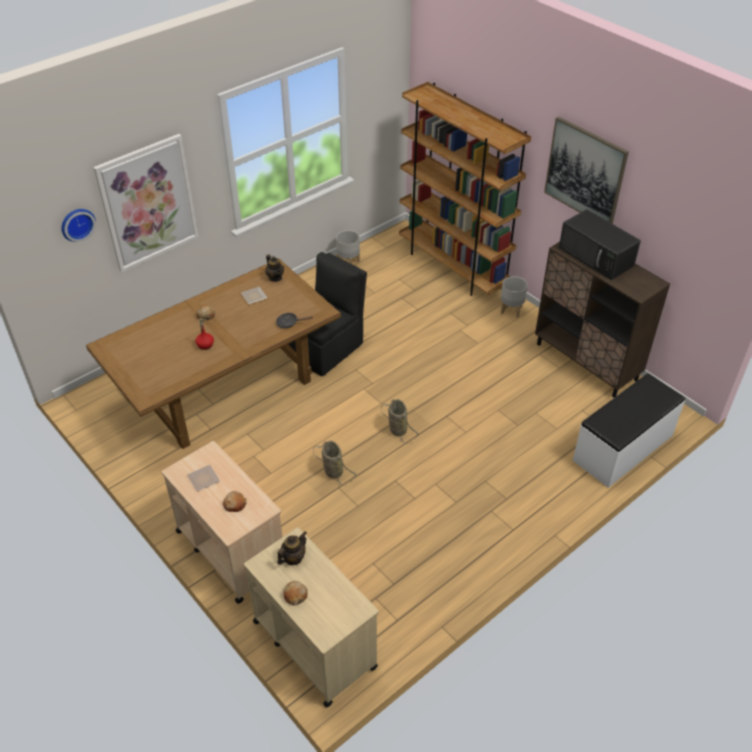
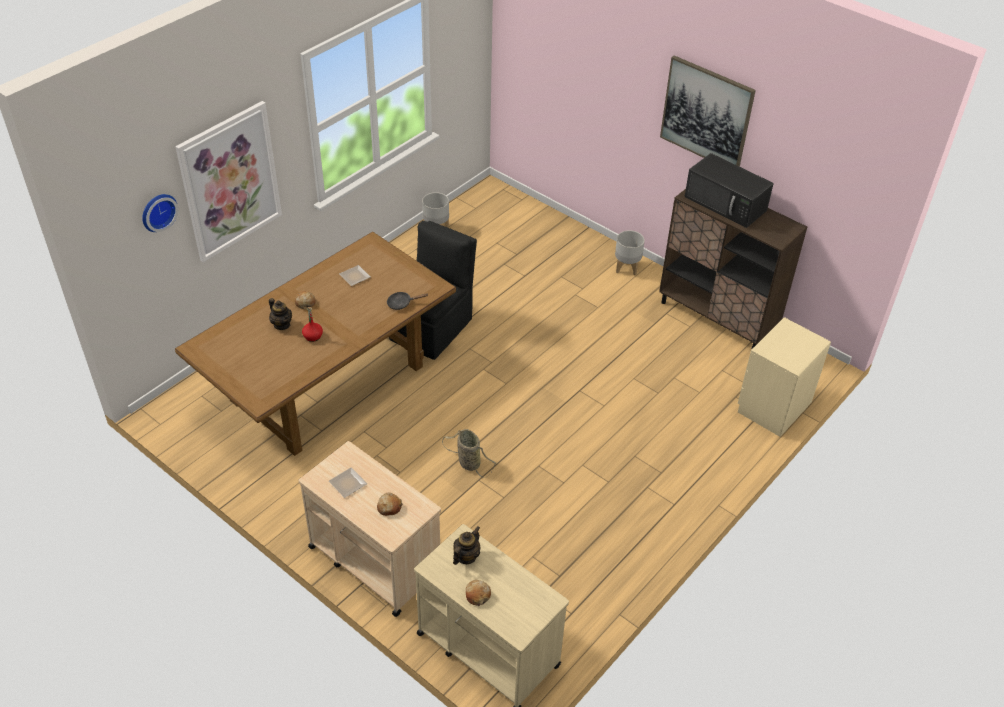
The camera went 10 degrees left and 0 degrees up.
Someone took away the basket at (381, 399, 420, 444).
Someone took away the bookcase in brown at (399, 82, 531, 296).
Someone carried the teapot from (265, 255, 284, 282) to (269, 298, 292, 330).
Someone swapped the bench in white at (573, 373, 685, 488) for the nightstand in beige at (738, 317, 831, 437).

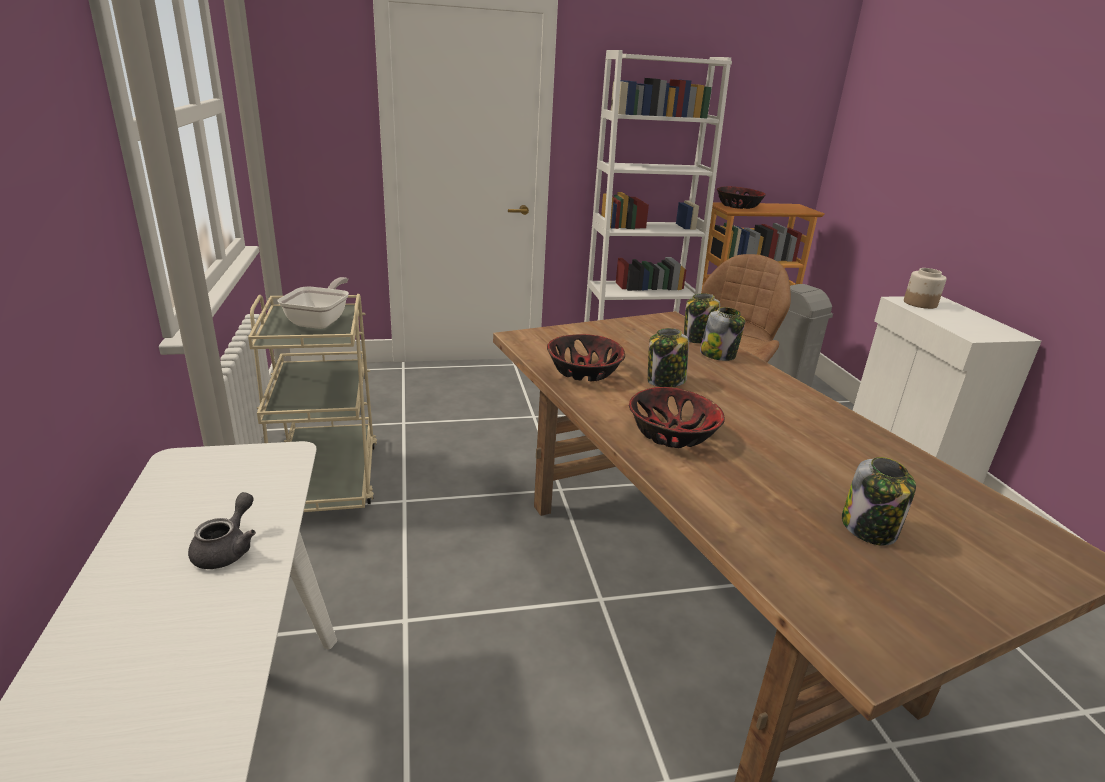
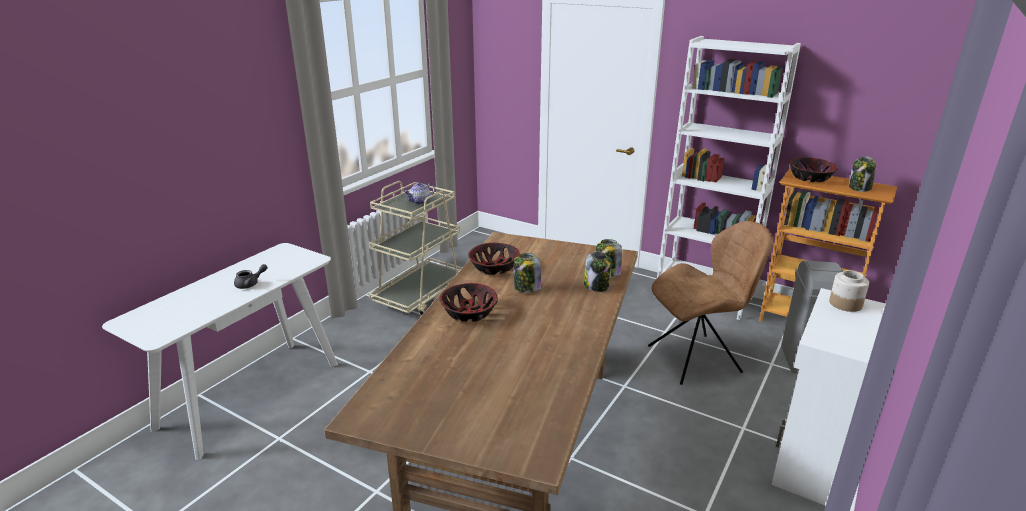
The camera went 45 degrees right and 0 degrees up.
Someone carried the jar from (842, 457, 916, 546) to (849, 156, 876, 192).
Someone swapped the frying pan at (278, 277, 349, 329) for the teapot at (404, 182, 435, 204).

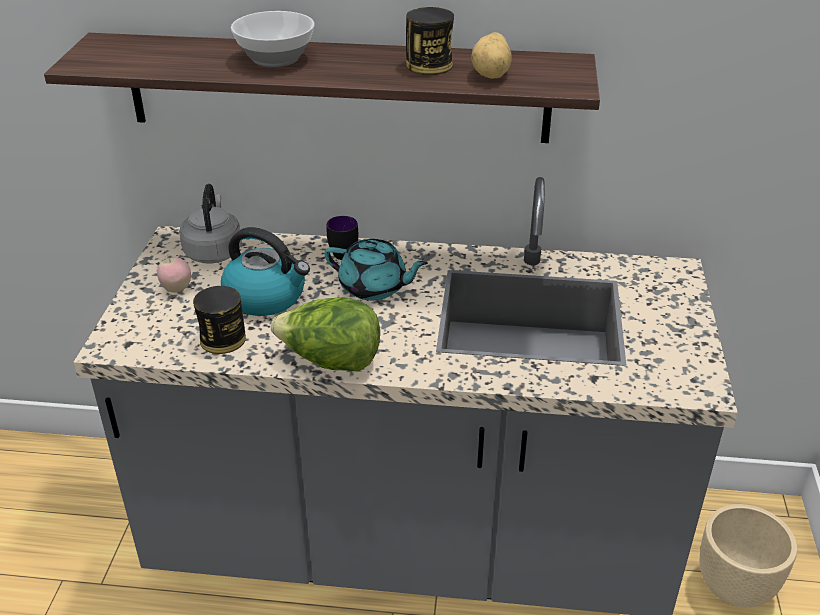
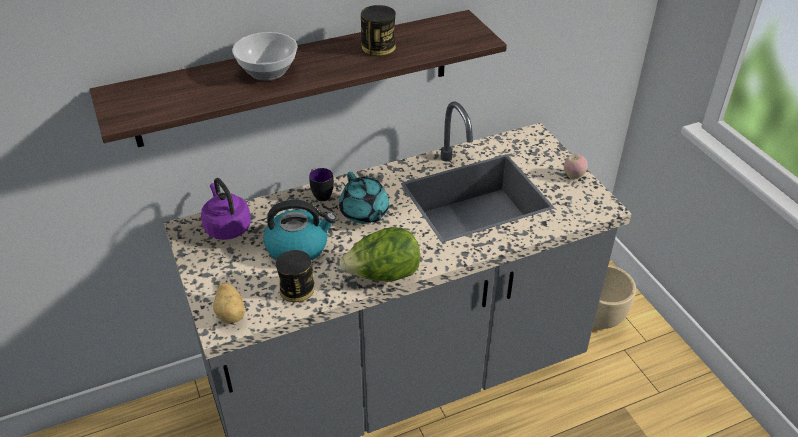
The camera went 30 degrees left and 5 degrees up.
Someone carried the apple from (157, 257, 191, 293) to (564, 154, 588, 179).
Someone carried the potato from (471, 32, 512, 79) to (213, 283, 245, 323).
Someone repainted the kettle in grey at (180, 184, 242, 264), which became the kettle in purple at (201, 178, 251, 240).
Someone rotated the teapot in turquoise at (324, 239, 428, 300) by 75 degrees clockwise.

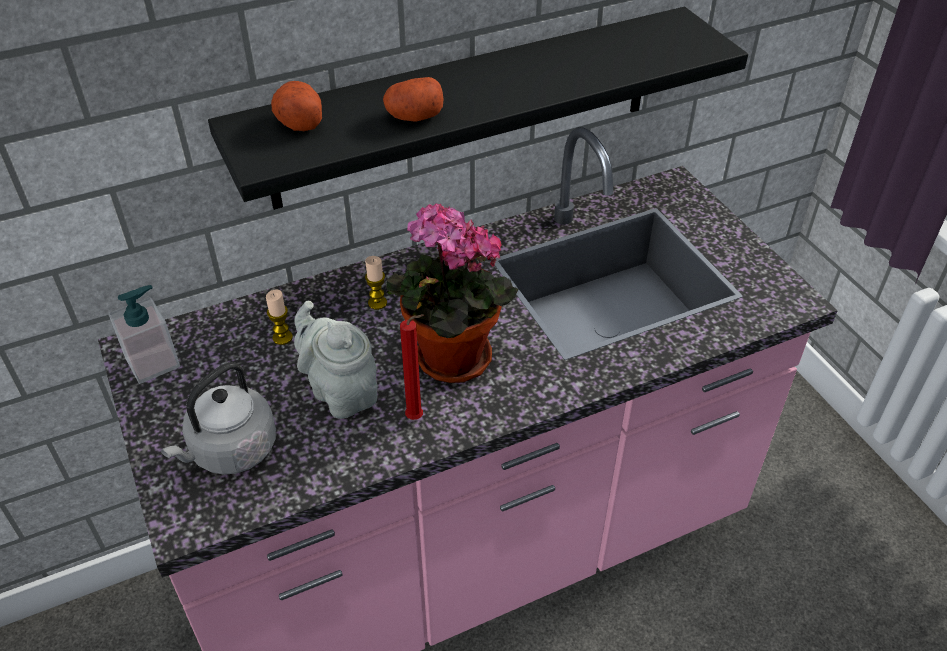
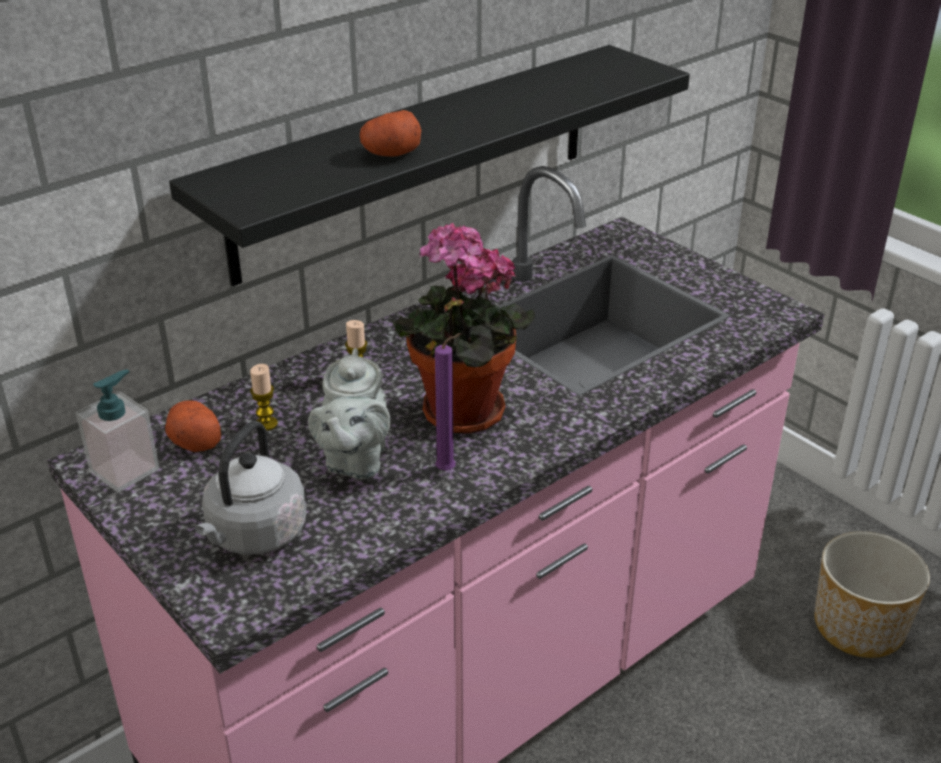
The camera went 15 degrees left and 10 degrees down.
Someone put down the planter at (815, 531, 930, 658).
Someone carried the potato from (271, 81, 322, 131) to (165, 400, 221, 452).
Someone repainted the candle in red at (400, 314, 424, 420), which became the candle in purple at (435, 333, 462, 471).
Someone rotated the teapot in grey at (294, 301, 378, 419) by 120 degrees counterclockwise.

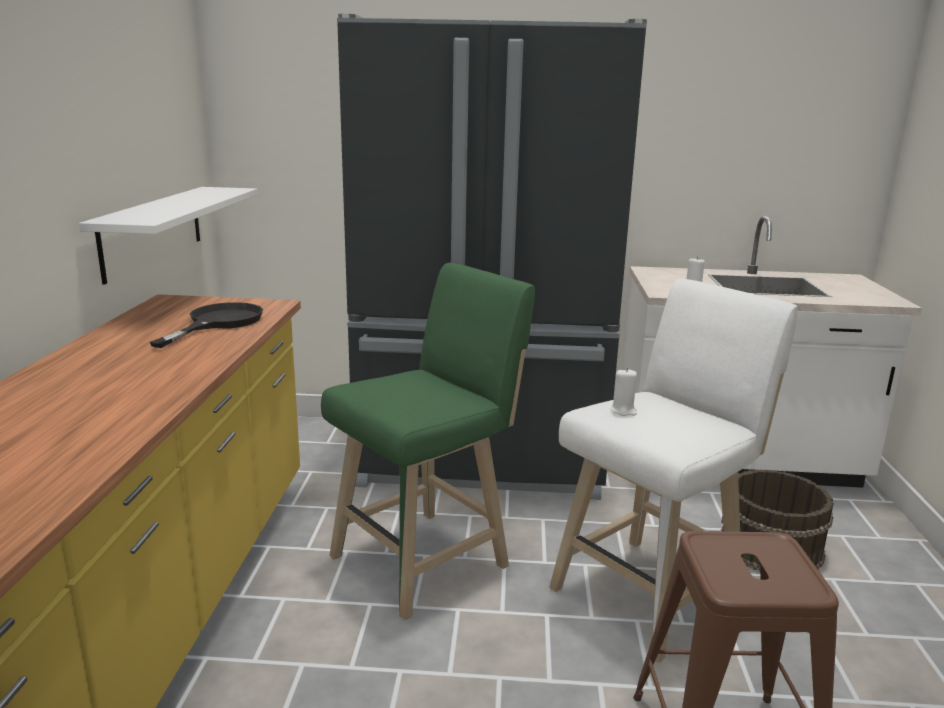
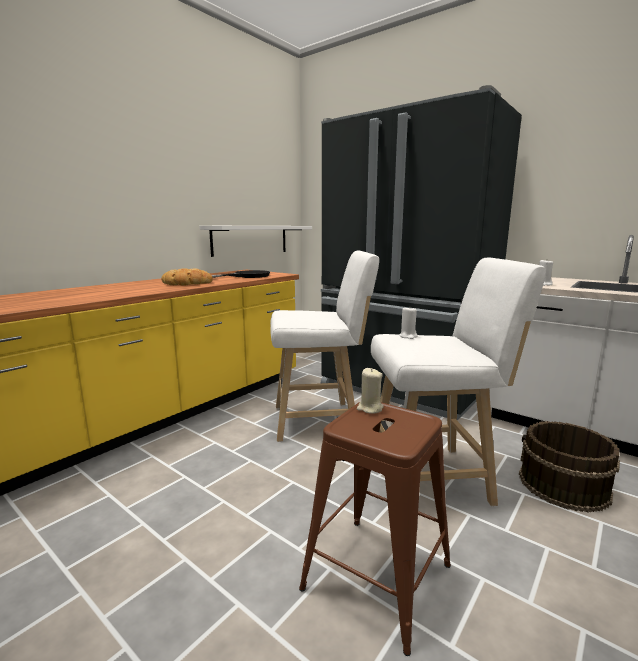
The camera went 35 degrees right and 5 degrees down.
Someone put down the bread at (161, 268, 213, 285).
Someone put down the candle in beige at (357, 368, 384, 414).
Someone repainted the stool in green at (321, 263, 535, 620), which became the stool in white at (270, 250, 379, 442).

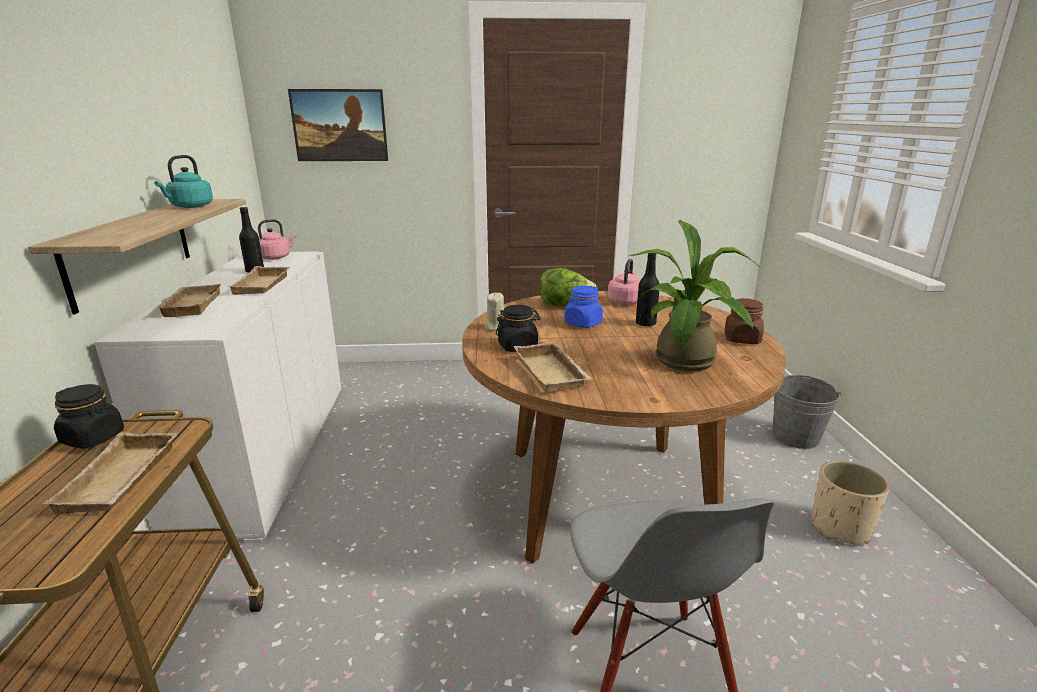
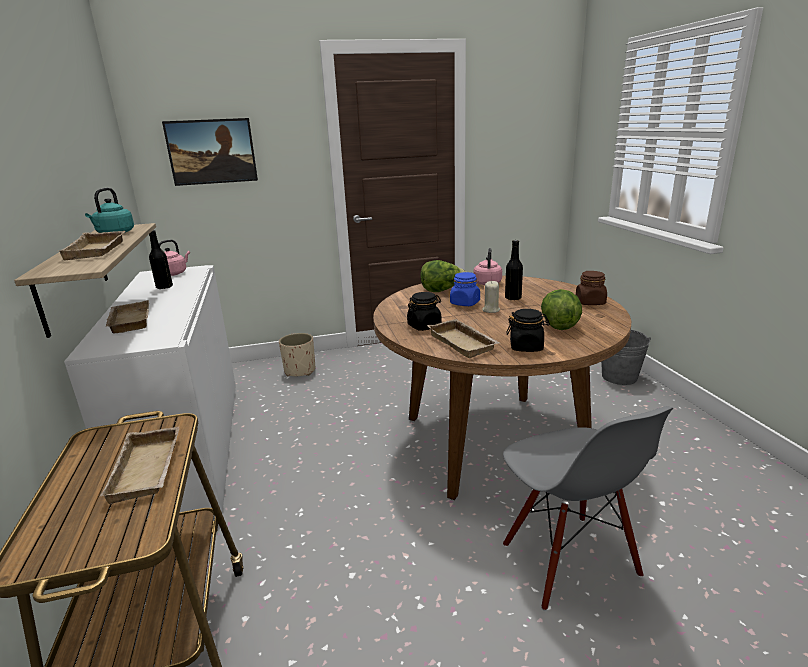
The camera went 10 degrees left and 0 degrees up.
Someone carried the jar in black from (54, 384, 124, 449) to (506, 309, 550, 352).
Someone carried the tray in beige from (228, 266, 290, 295) to (59, 231, 125, 261).
Someone carried the candle in beige from (485, 292, 504, 331) to (482, 281, 500, 313).
Someone carried the planter in beige from (811, 460, 890, 544) to (279, 333, 315, 376).
Someone swapped the potted plant at (629, 220, 760, 371) for the lettuce at (541, 289, 582, 330).

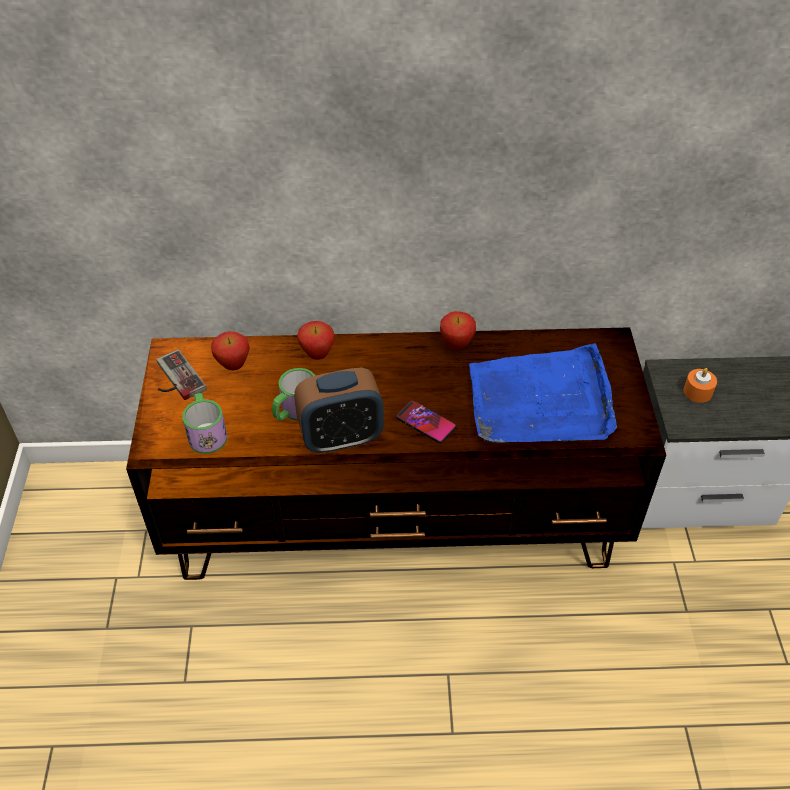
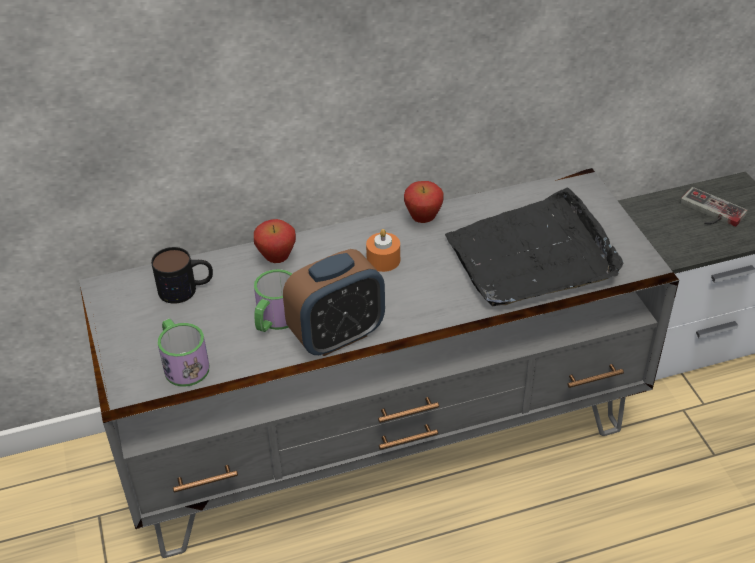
The camera went 15 degrees left and 5 degrees down.
Someone took away the phone at (396, 400, 456, 443).
Someone carried the game controller from (157, 349, 207, 400) to (680, 187, 748, 227).
Someone carried the candle in orange from (683, 368, 717, 403) to (366, 229, 400, 272).
Someone swapped the apple at (211, 331, 250, 370) for the mug at (151, 247, 213, 304).
Someone repainted the tv stand in brown at (126, 327, 666, 580), which became the tv stand in grey at (79, 168, 679, 558).
Someone repainted the tray in blue at (469, 343, 617, 443), which became the tray in black at (445, 188, 624, 307).

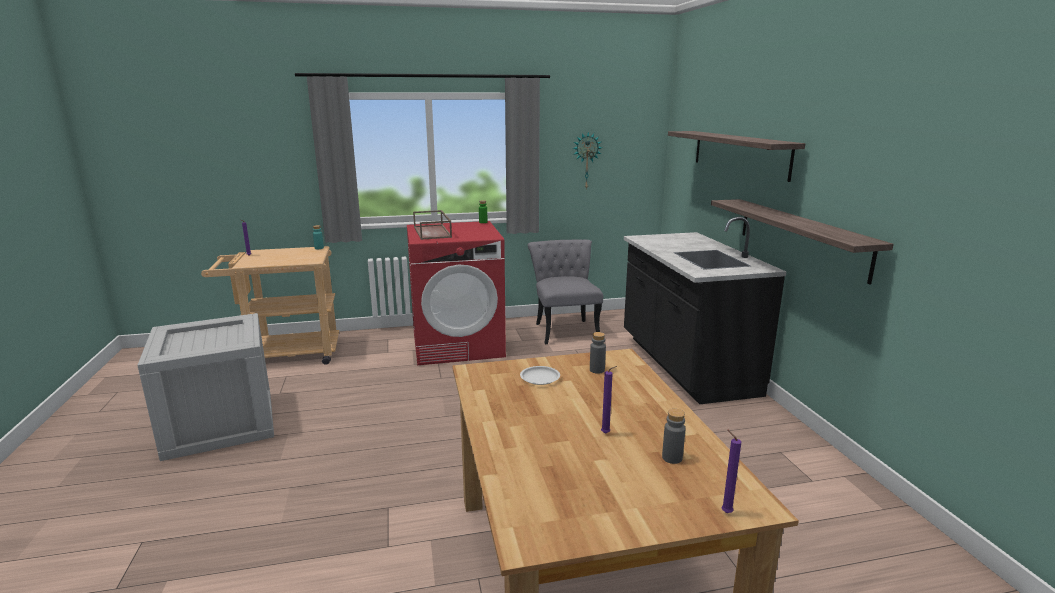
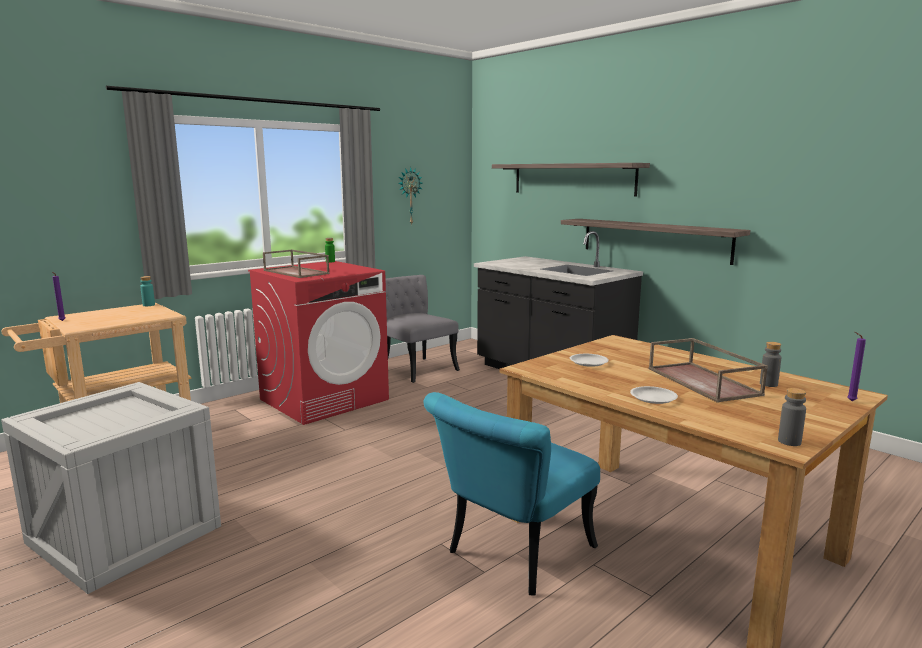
The camera went 30 degrees left and 5 degrees down.
Someone put down the chair in turquoise at (424, 392, 600, 595).
Someone put down the plate in white at (630, 386, 678, 404).
Someone carried the bottle in grey from (590, 332, 606, 374) to (778, 388, 806, 446).
Someone swapped the candle in purple at (601, 366, 617, 434) for the tray in brown at (649, 338, 768, 403).

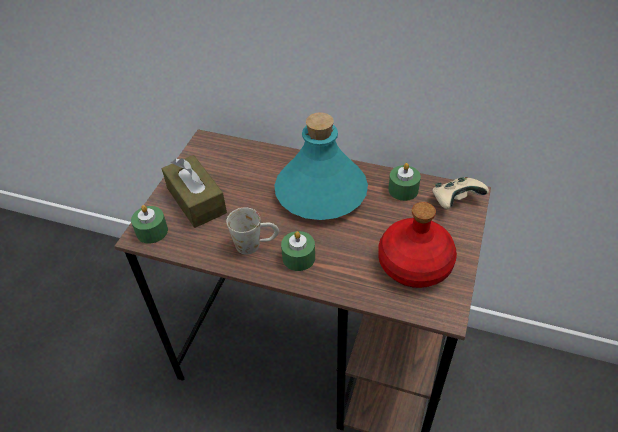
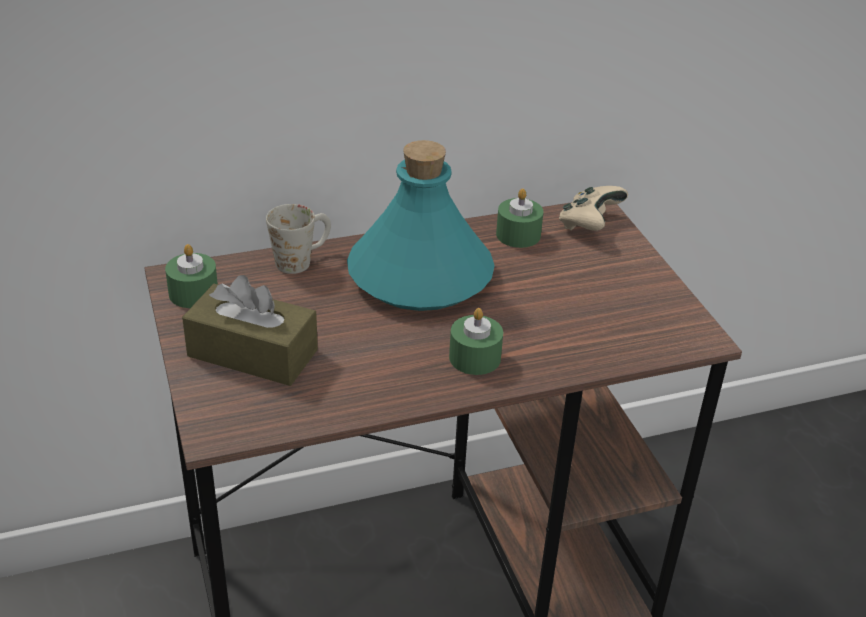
The camera went 40 degrees left and 10 degrees down.
Someone took away the bottle in red at (378, 202, 457, 288).
Someone carried the candle in green from (131, 205, 168, 244) to (165, 244, 218, 308).
Someone carried the mug in white from (226, 207, 279, 255) to (266, 204, 331, 274).

